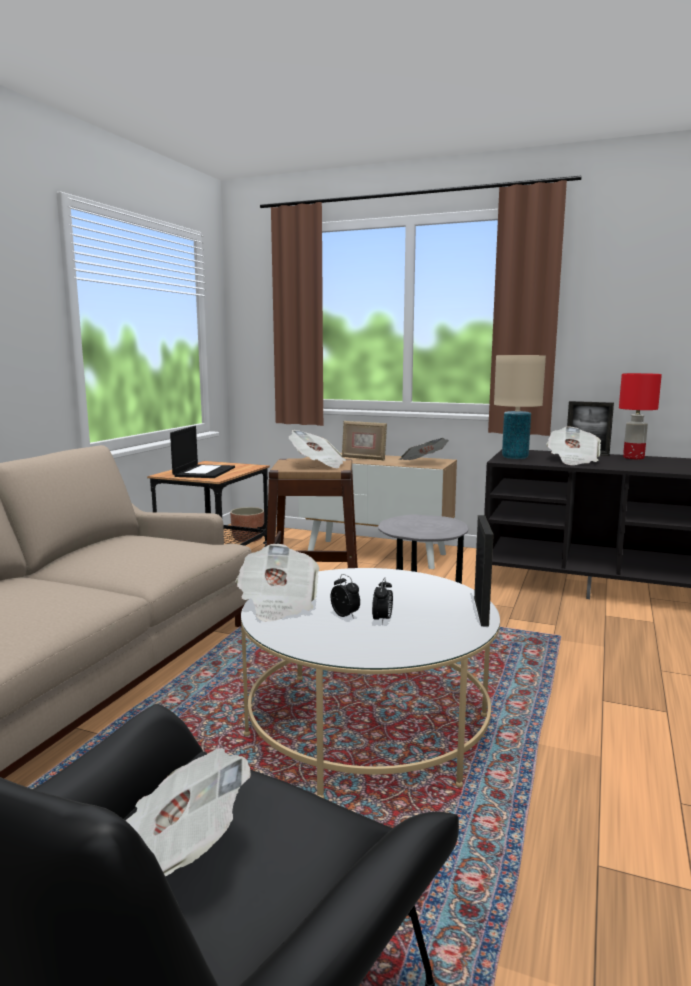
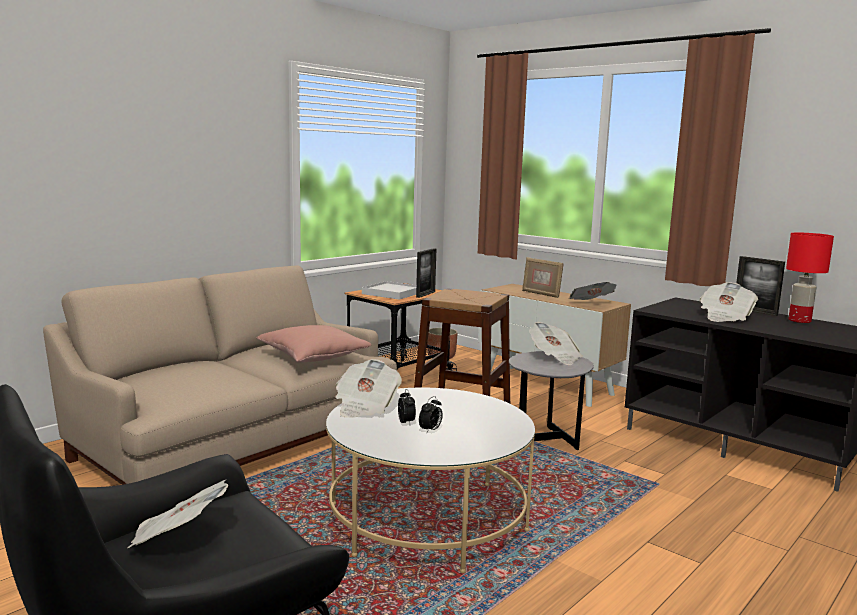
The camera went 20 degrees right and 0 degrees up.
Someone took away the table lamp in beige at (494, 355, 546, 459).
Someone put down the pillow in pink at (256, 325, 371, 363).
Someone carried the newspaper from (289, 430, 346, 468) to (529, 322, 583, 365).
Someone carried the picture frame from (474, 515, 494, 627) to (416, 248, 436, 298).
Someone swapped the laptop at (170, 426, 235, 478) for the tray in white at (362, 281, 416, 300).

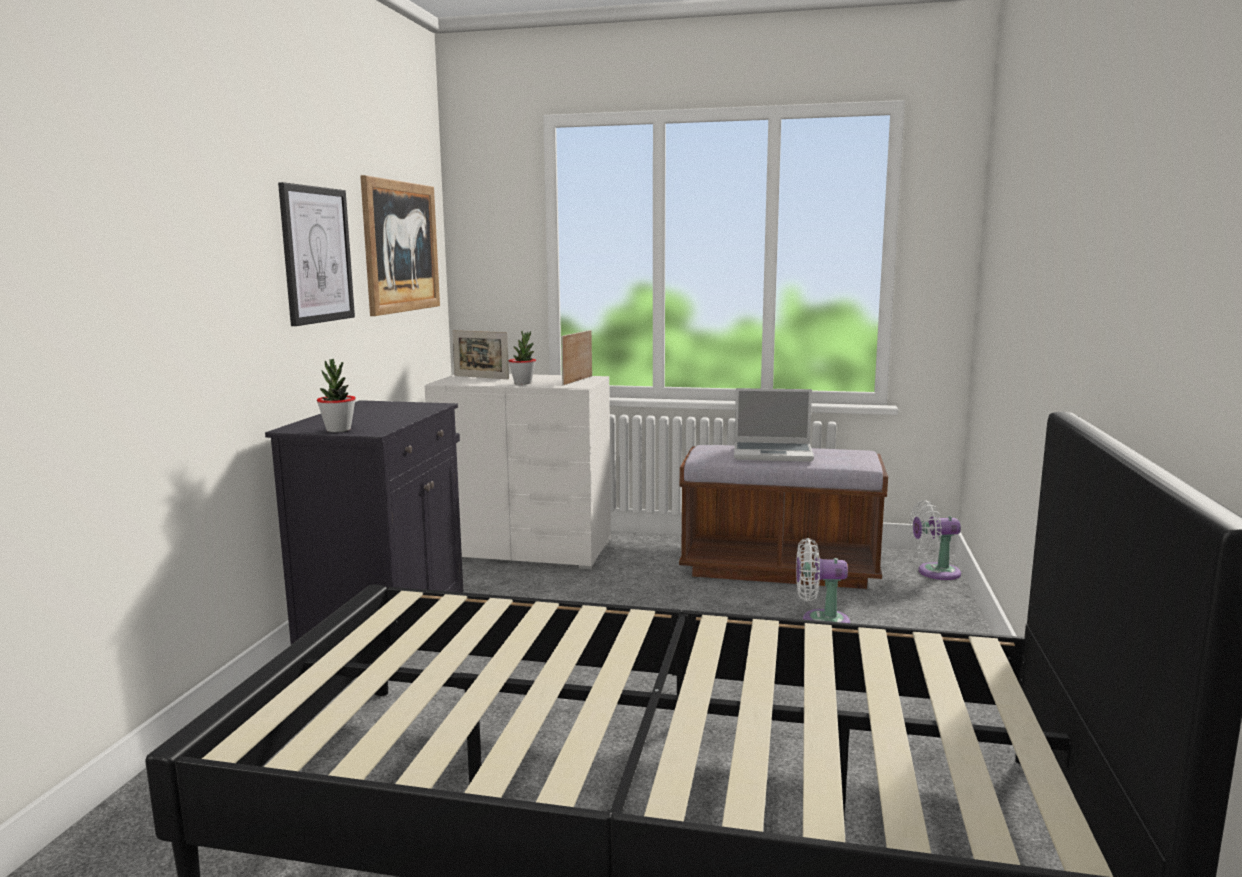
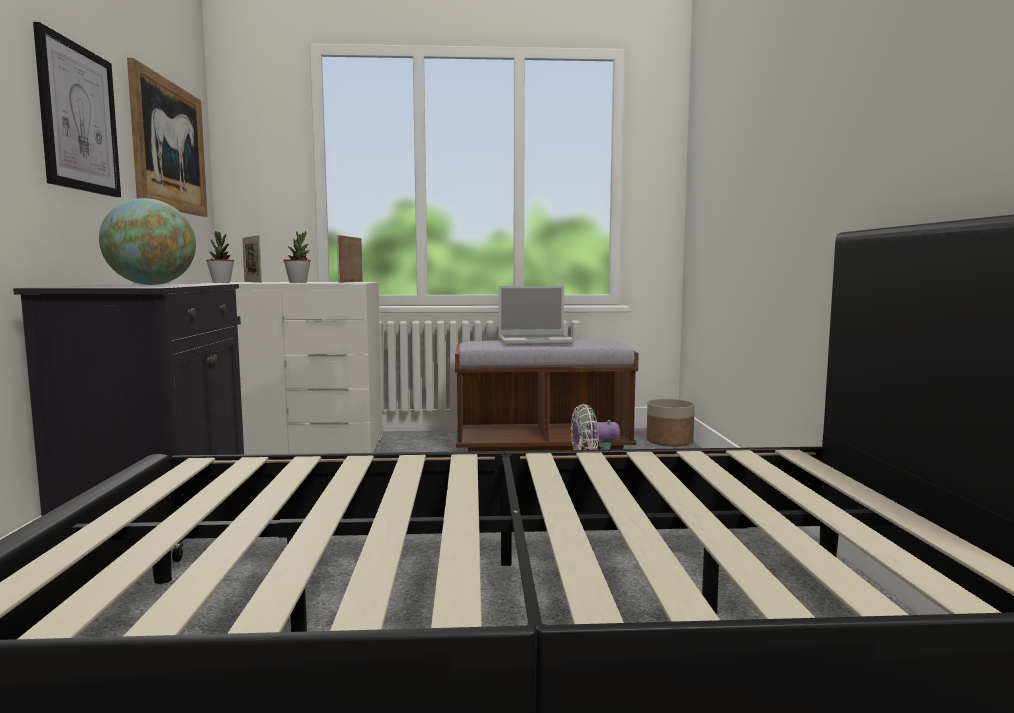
The camera went 15 degrees left and 5 degrees down.
Someone put down the globe at (99, 198, 196, 285).
Someone carried the potted plant from (317, 359, 356, 432) to (206, 231, 234, 283).
Someone swapped the fan in white at (910, 500, 961, 580) for the planter at (647, 399, 695, 447).
Someone rotated the picture frame at (452, 330, 509, 379) by 45 degrees clockwise.

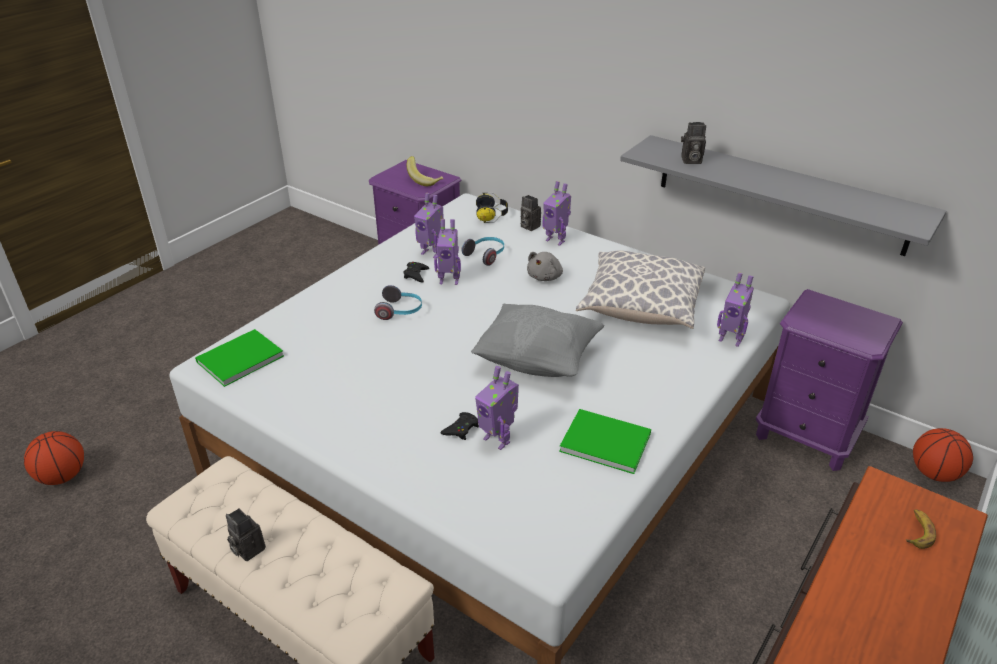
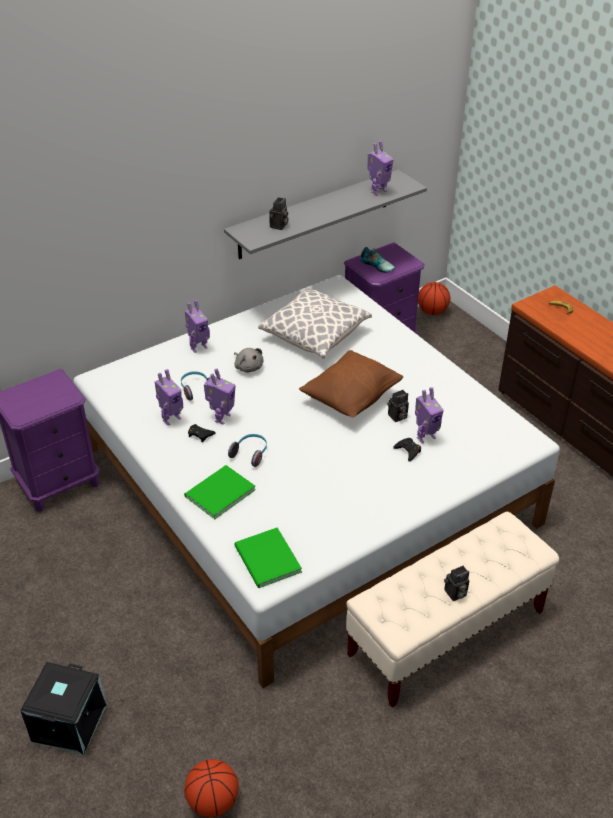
The camera went 70 degrees left and 5 degrees up.
Someone took away the banana at (407, 156, 443, 186).
Someone took away the headphones at (476, 193, 508, 223).
Someone put down the storage box in black at (20, 662, 107, 755).
Someone put down the shoe at (360, 247, 395, 273).
Someone carried the photo camera from (521, 195, 541, 231) to (387, 390, 409, 422).
Someone carried the book in green from (559, 409, 651, 474) to (184, 465, 256, 520).
Someone carried the toy robot from (717, 273, 754, 347) to (368, 141, 393, 196).
Someone repainted the pillow in grey at (471, 304, 604, 377), which became the pillow in brown at (299, 350, 403, 417).

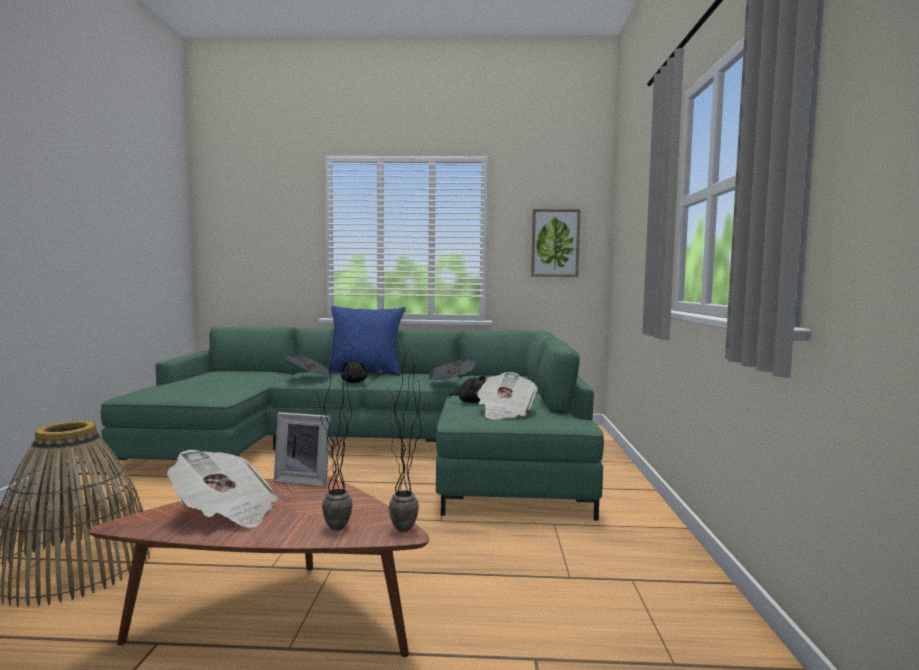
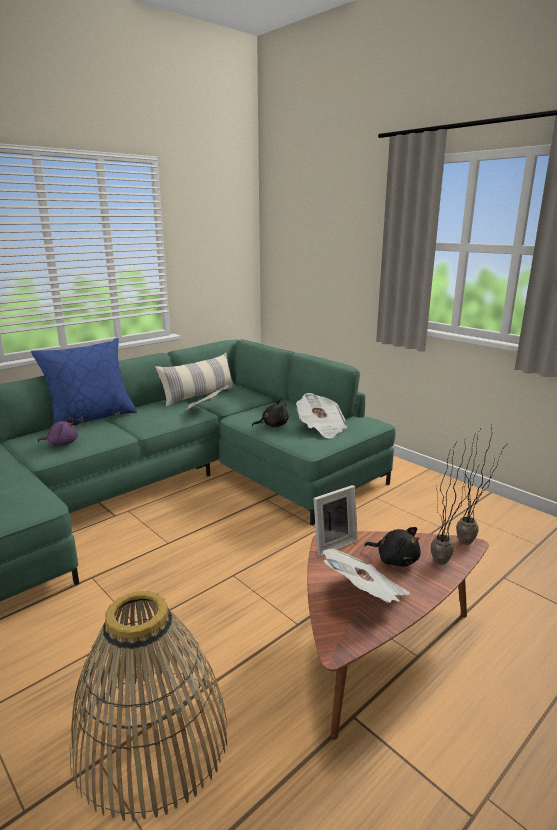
The camera went 45 degrees left and 15 degrees up.
Someone took away the picture at (531, 209, 580, 277).
Someone put down the pillow at (155, 353, 236, 407).
Someone carried the plush toy in black from (341, 361, 368, 383) to (364, 527, 421, 567).
Someone swapped the newspaper at (285, 354, 333, 376) for the plush toy in purple at (38, 417, 78, 446).

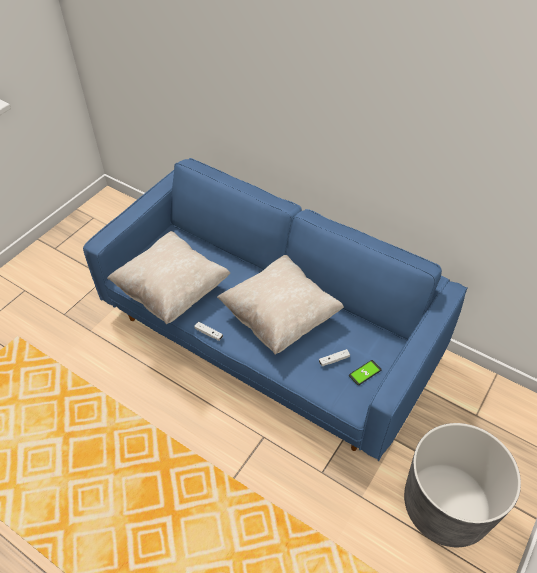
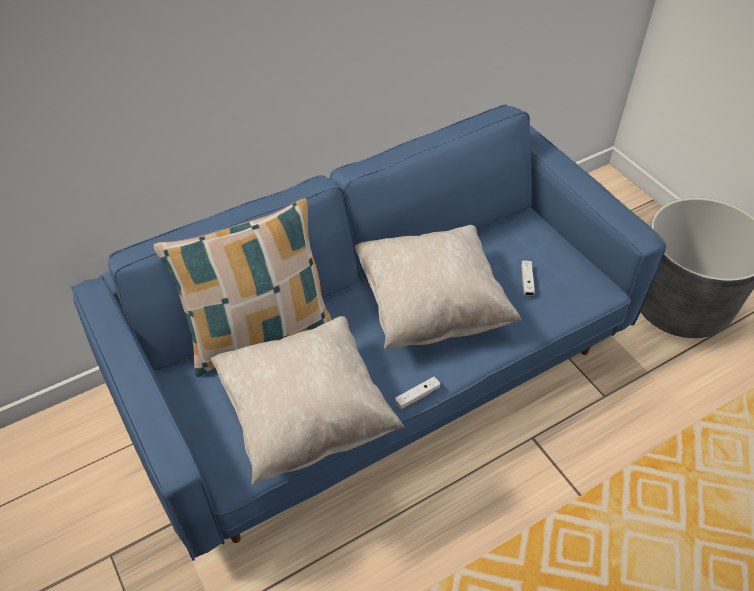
The camera went 65 degrees left and 0 degrees up.
Someone took away the phone at (349, 360, 382, 385).
Someone put down the pillow at (154, 198, 332, 377).

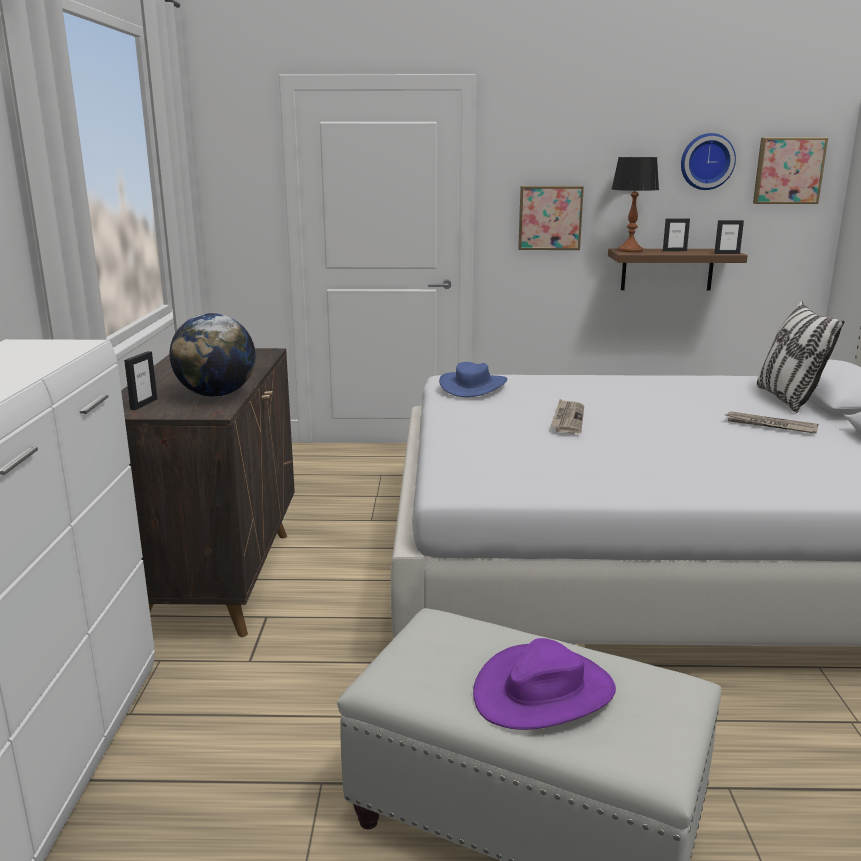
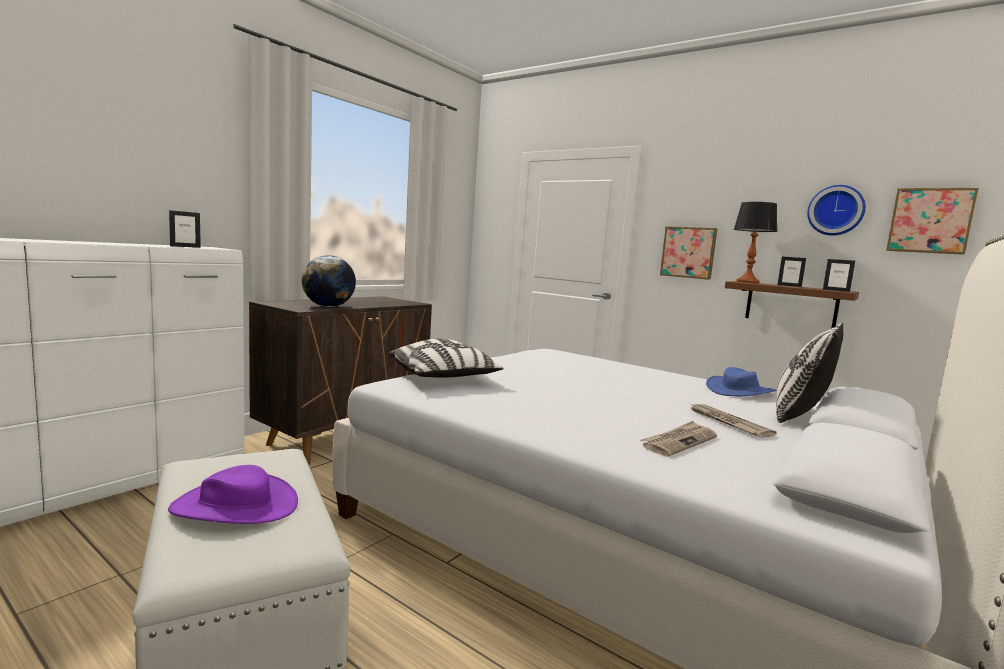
The camera went 35 degrees right and 10 degrees down.
Someone put down the pillow at (389, 339, 504, 378).
Someone carried the picture frame from (124, 351, 157, 410) to (169, 210, 201, 248).
Someone carried the hat in blue from (439, 362, 507, 397) to (706, 367, 777, 396).
Someone carried the newspaper from (550, 399, 584, 434) to (640, 421, 717, 456).

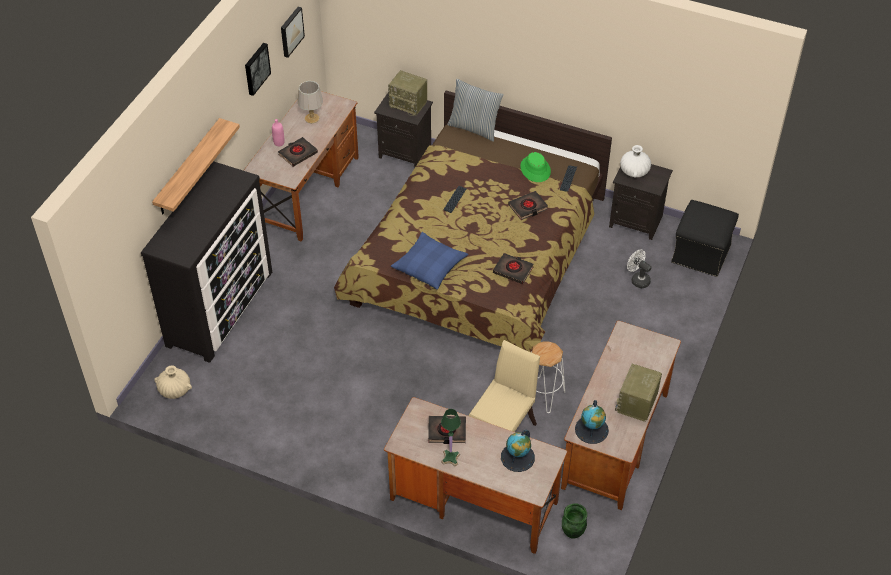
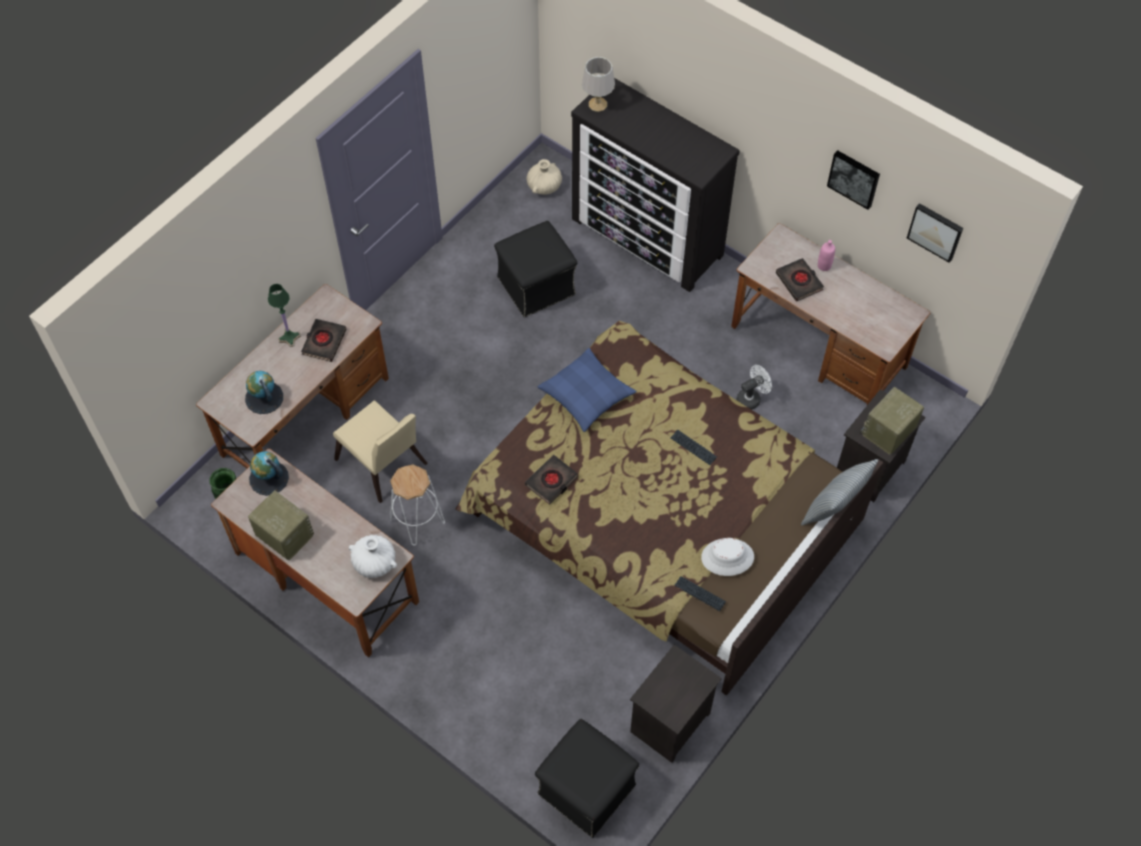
The camera went 105 degrees right and 10 degrees up.
Someone took away the shelf at (152, 118, 240, 214).
Someone took away the book in black at (508, 191, 548, 220).
Someone put down the ottoman in black at (494, 221, 577, 317).
Someone carried the table lamp in grey from (298, 81, 323, 124) to (582, 57, 615, 112).
Someone carried the vase in white from (620, 145, 651, 178) to (349, 535, 397, 578).
Someone carried the fan in white from (627, 249, 651, 288) to (736, 365, 772, 410).
Someone repainted the hat in green at (520, 152, 551, 182), which became the hat in white at (701, 538, 754, 576).

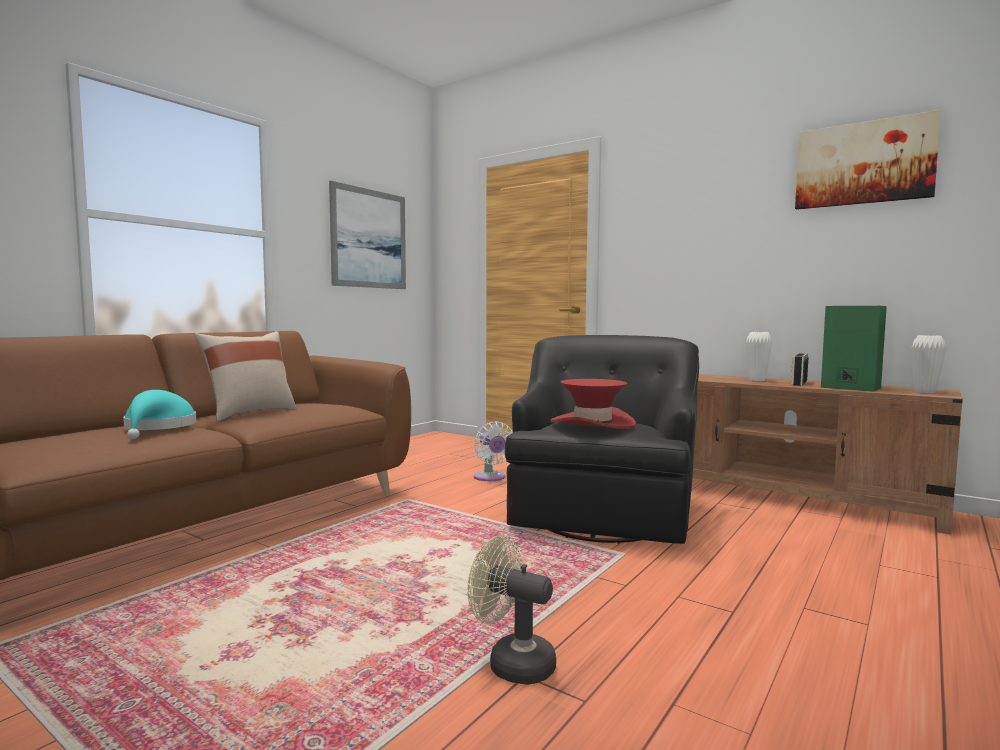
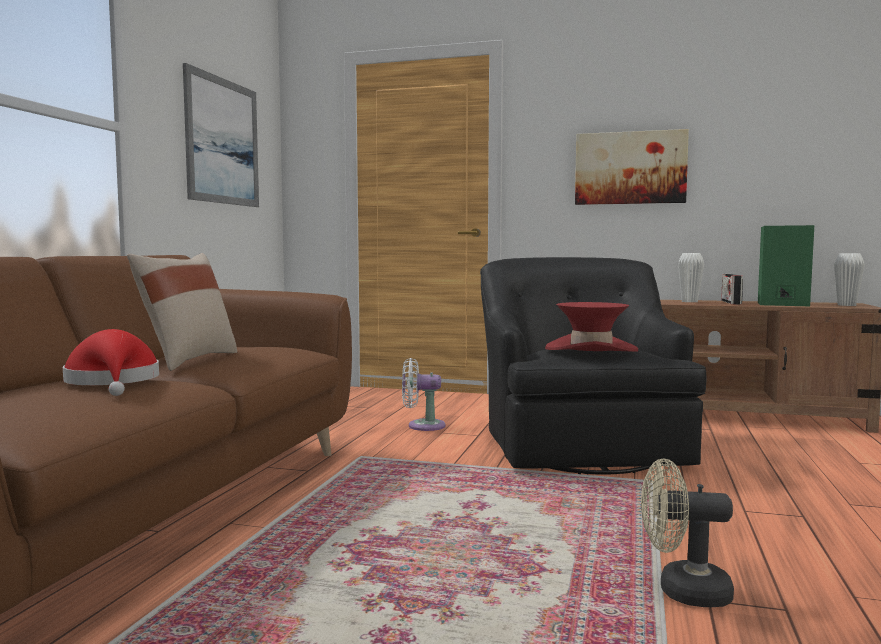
The camera went 20 degrees left and 0 degrees up.
Someone carried the picture from (795, 110, 941, 210) to (575, 129, 689, 205).
Someone repainted the hat in turquoise at (123, 390, 196, 439), which became the hat in red at (63, 329, 159, 396).
Someone rotated the fan in white at (474, 421, 513, 481) by 135 degrees clockwise.

